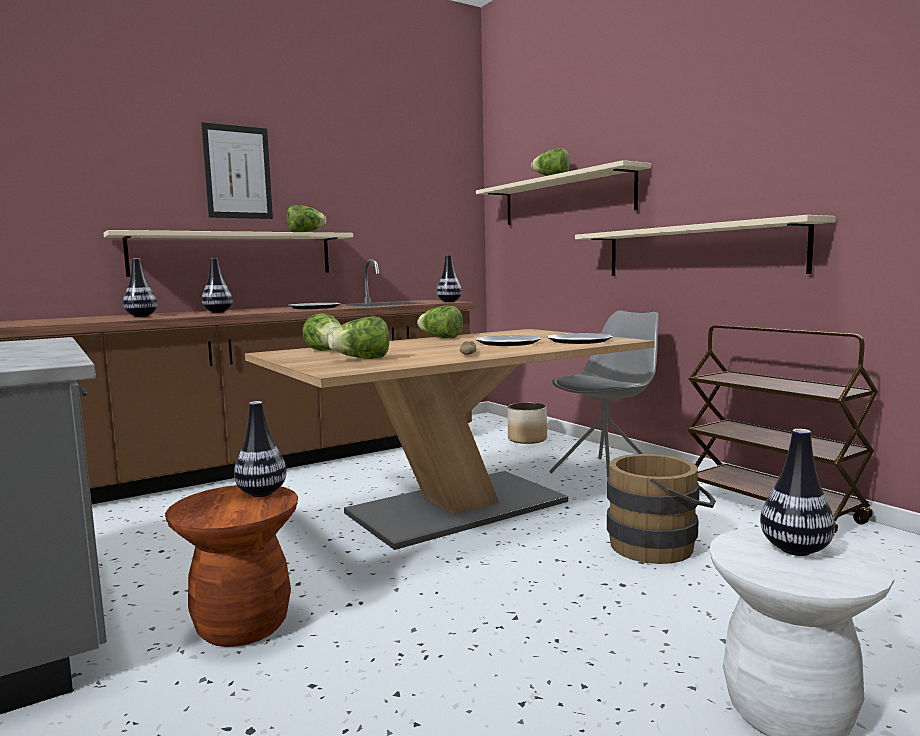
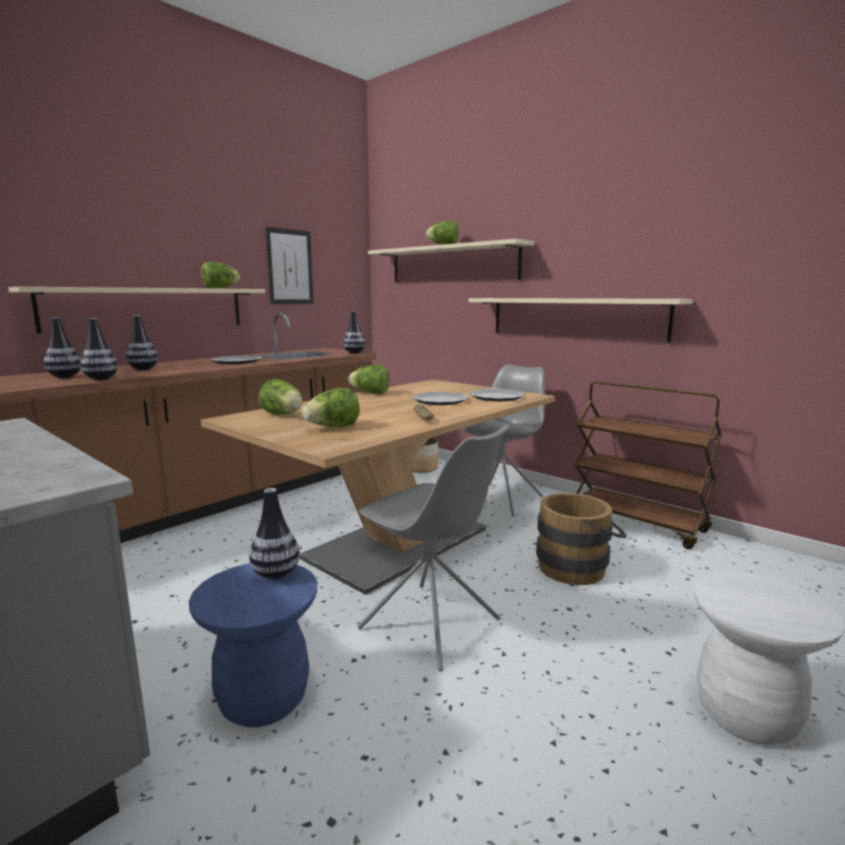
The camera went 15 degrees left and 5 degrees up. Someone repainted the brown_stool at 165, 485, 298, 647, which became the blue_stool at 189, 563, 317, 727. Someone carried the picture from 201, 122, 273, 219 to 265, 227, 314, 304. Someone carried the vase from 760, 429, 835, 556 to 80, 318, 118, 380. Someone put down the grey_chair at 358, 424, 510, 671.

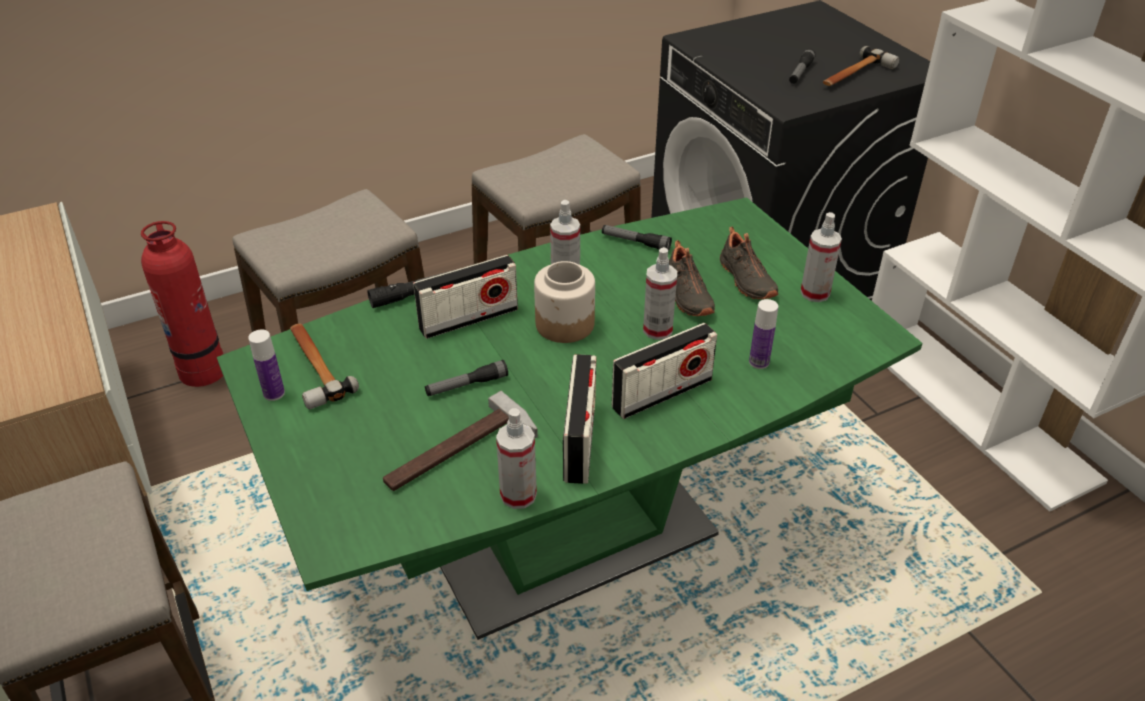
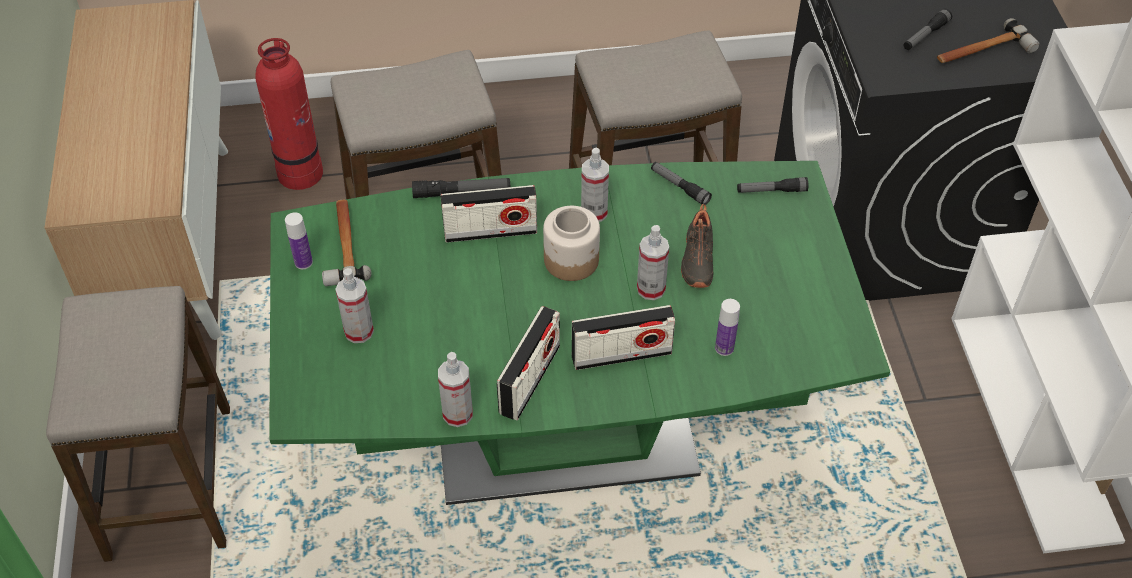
The camera went 20 degrees right and 10 degrees up. Someone took away the hammer at 383, 391, 538, 491. Someone carried the flashlight from 425, 360, 508, 396 to 737, 177, 808, 193. Someone took away the black_shoe at 720, 227, 778, 299. Someone carried the spray_bottle from 800, 212, 842, 302 to 335, 268, 374, 343.

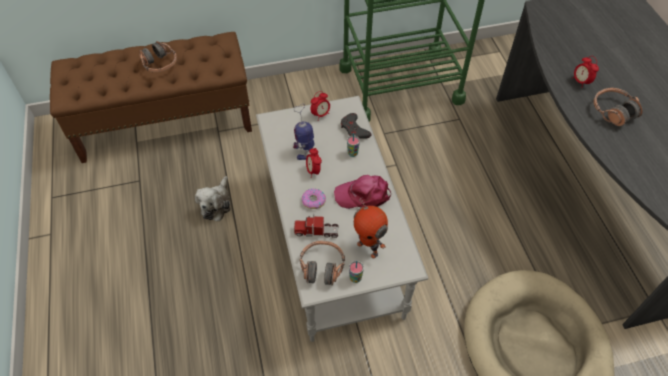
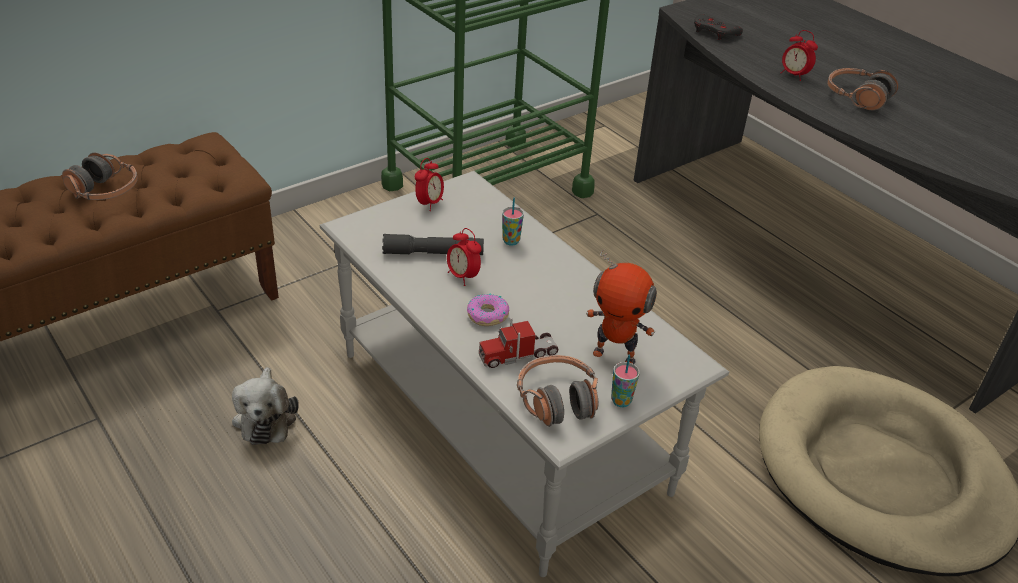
The camera went 25 degrees left and 15 degrees down. Someone swapped the toy_robot at 293, 104, 315, 160 for the grey_flashlight at 382, 234, 484, 255. Someone took away the pink_cap at 334, 175, 391, 209. Someone carried the grey_game_controller from 341, 113, 371, 139 to 694, 14, 743, 40.

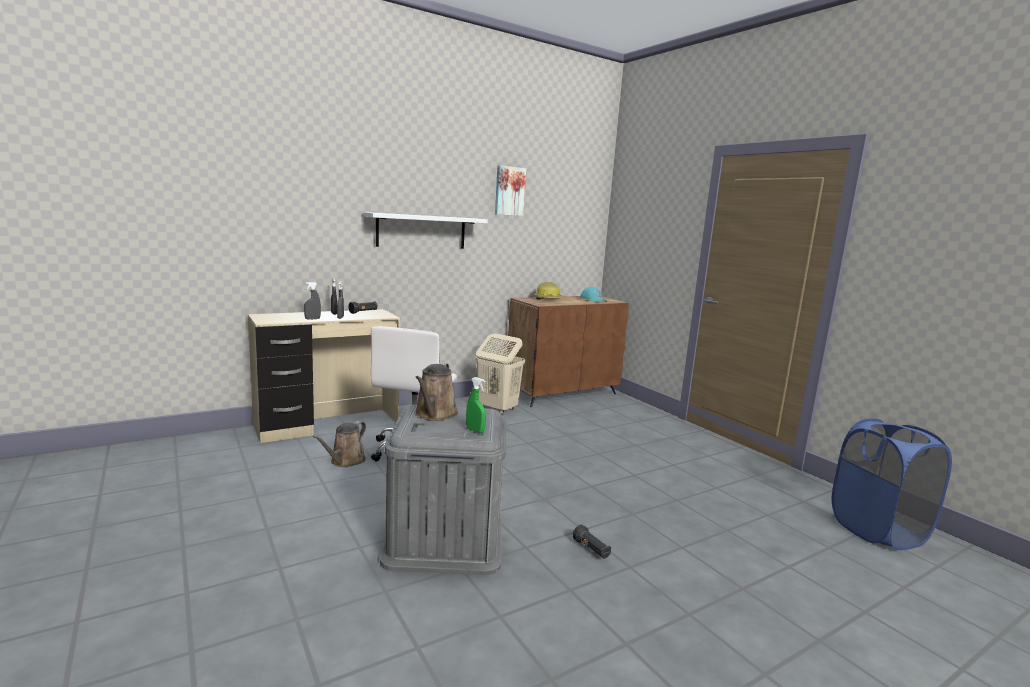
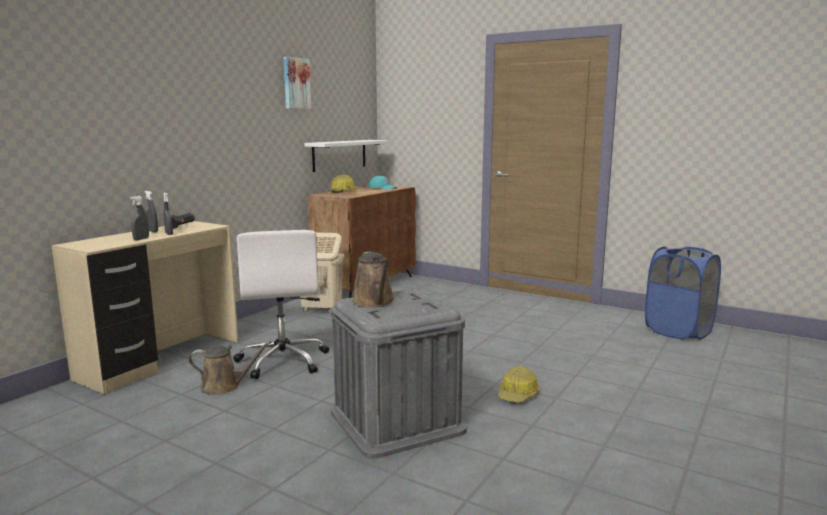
The camera went 25 degrees left and 0 degrees up. Someone rotated the brown_watering_can at 312, 421, 366, 467 by 90 degrees counterclockwise. Someone carried the white_shelf from 364, 212, 488, 249 to 304, 140, 389, 172. Someone took away the green_spray_bottle at 466, 377, 486, 433. Someone swapped the black_flashlight at 573, 524, 611, 559 for the hard_hat at 498, 366, 540, 402.

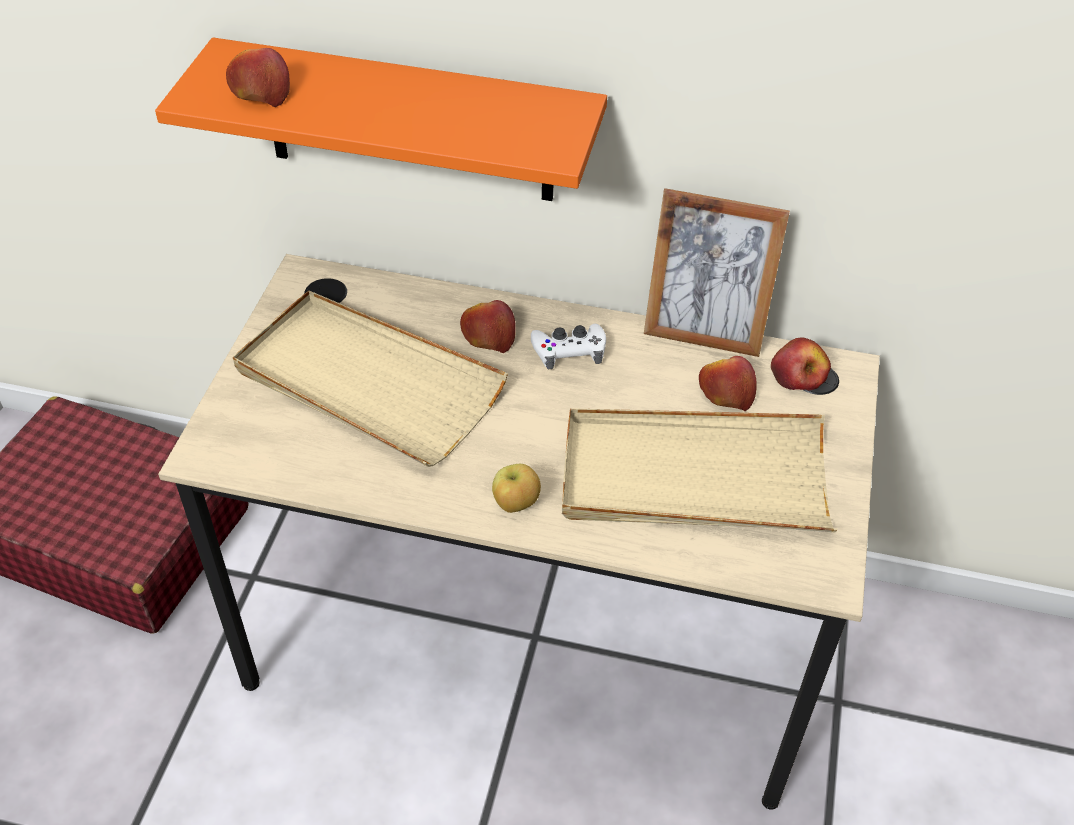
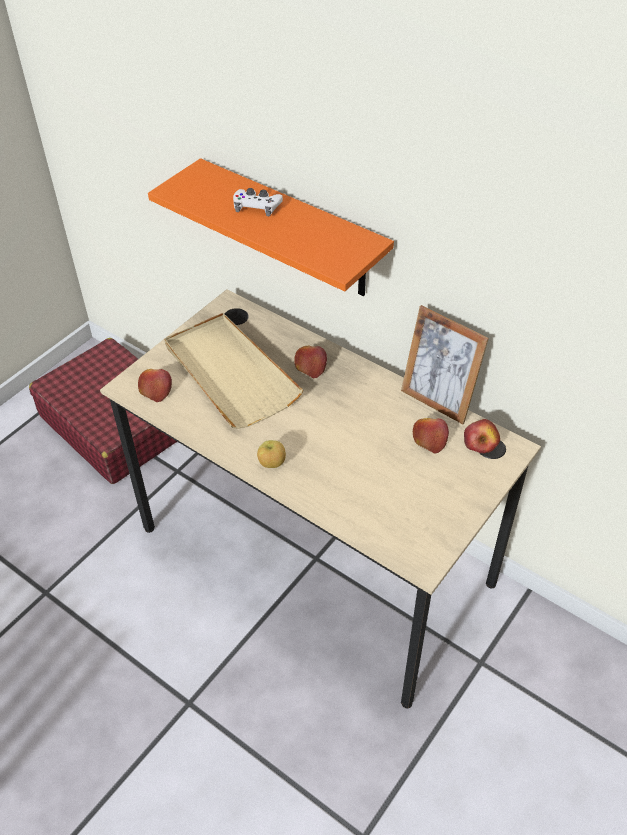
The camera went 25 degrees right and 0 degrees up. Someone carried the apple from 226, 48, 290, 107 to 138, 369, 172, 402. Someone carried the white_game_controller from 531, 324, 606, 369 to 233, 188, 283, 216. Someone took away the beige_tray at 562, 409, 837, 532.

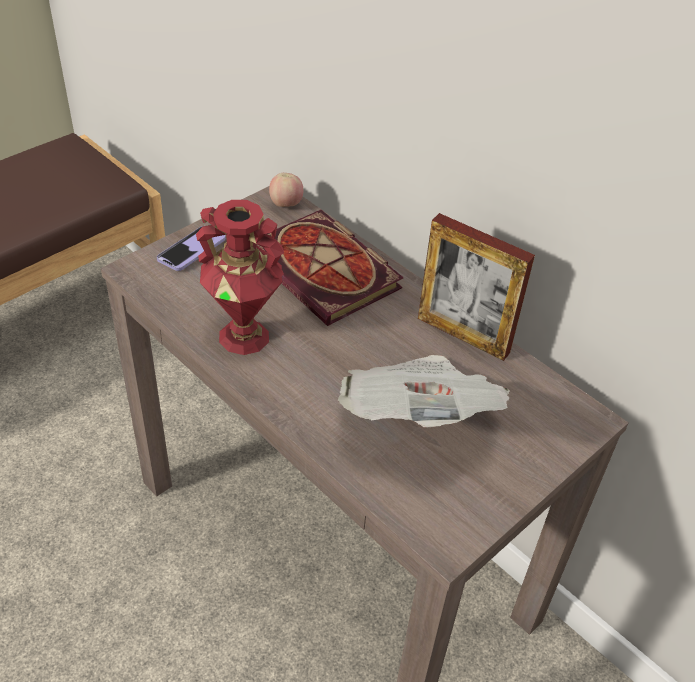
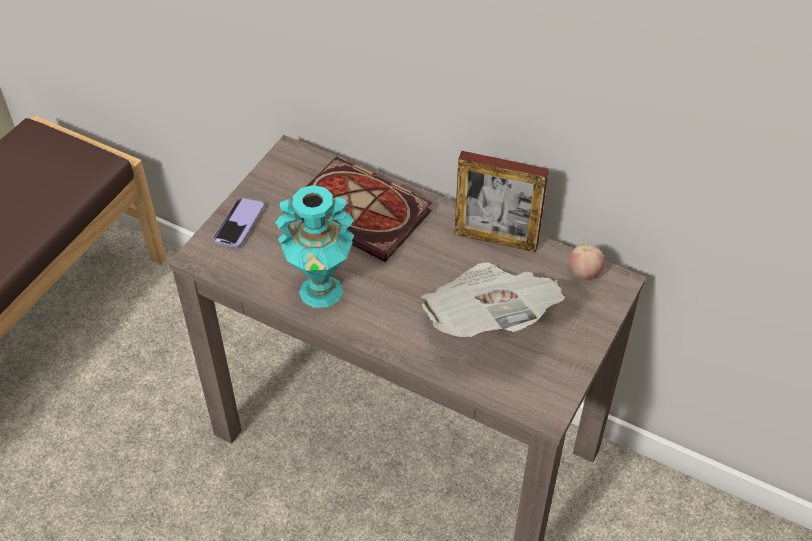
The camera went 15 degrees left and 5 degrees up. Someone repainted the red_vase at 196, 200, 284, 355, which became the turquoise_vase at 275, 185, 354, 308. Someone carried the apple from 269, 173, 303, 207 to 569, 244, 605, 279.

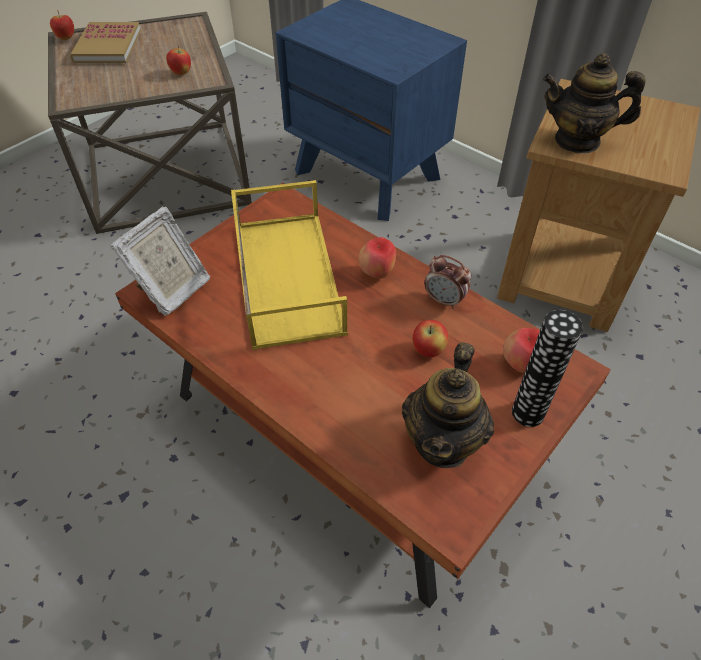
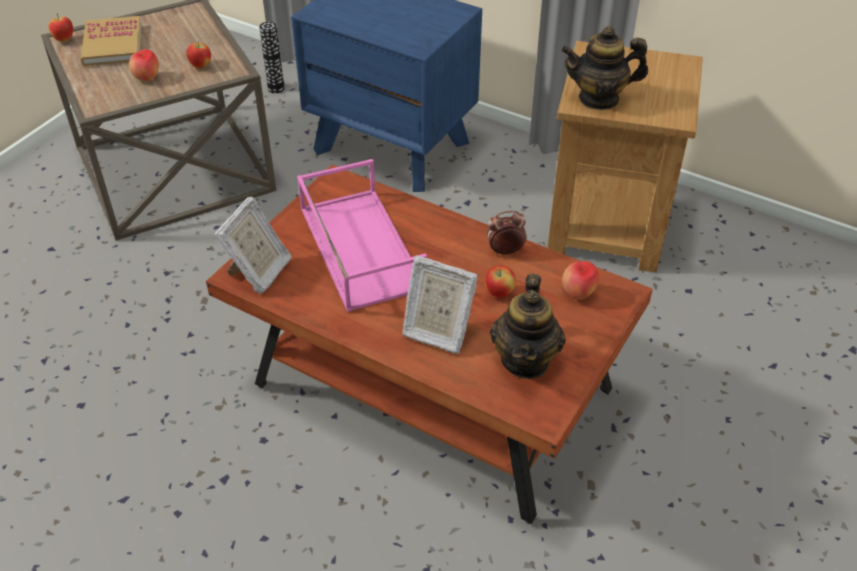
The camera went 10 degrees left and 5 degrees down. Someone repainted the yellow_tray at 231, 180, 348, 350, which became the pink_tray at 297, 159, 427, 312. Someone carried the apple from 359, 237, 396, 279 to 129, 49, 159, 82. Someone rotated the alarm_clock at 424, 255, 471, 309 by 150 degrees clockwise. Someone carried the vase from 512, 310, 583, 427 to 259, 22, 284, 94. Someone put down the picture_frame at 403, 255, 478, 354.

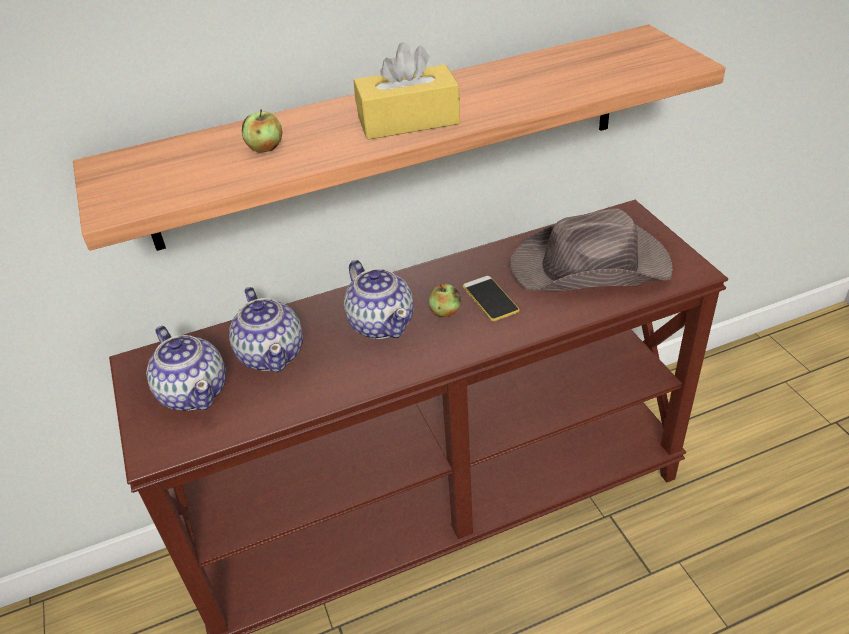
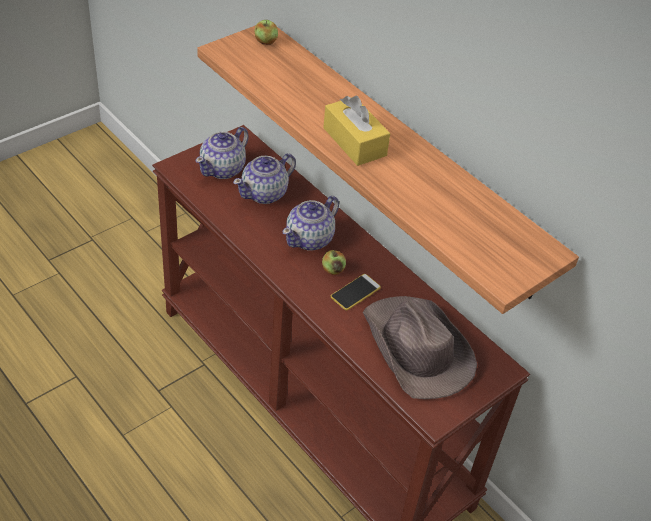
The camera went 65 degrees right and 5 degrees up. Someone carried the apple from 242, 109, 282, 153 to 254, 20, 278, 45.

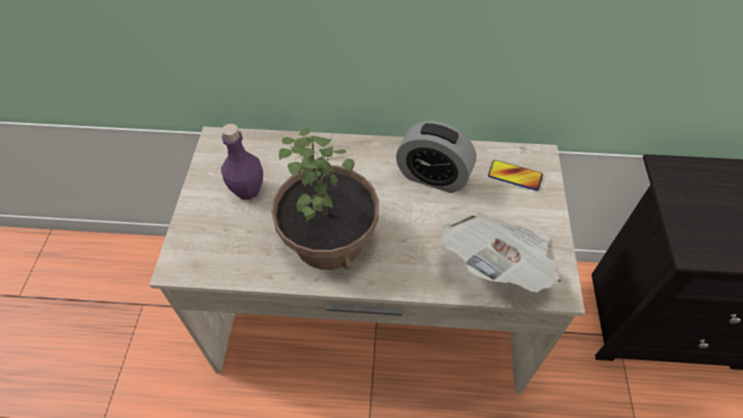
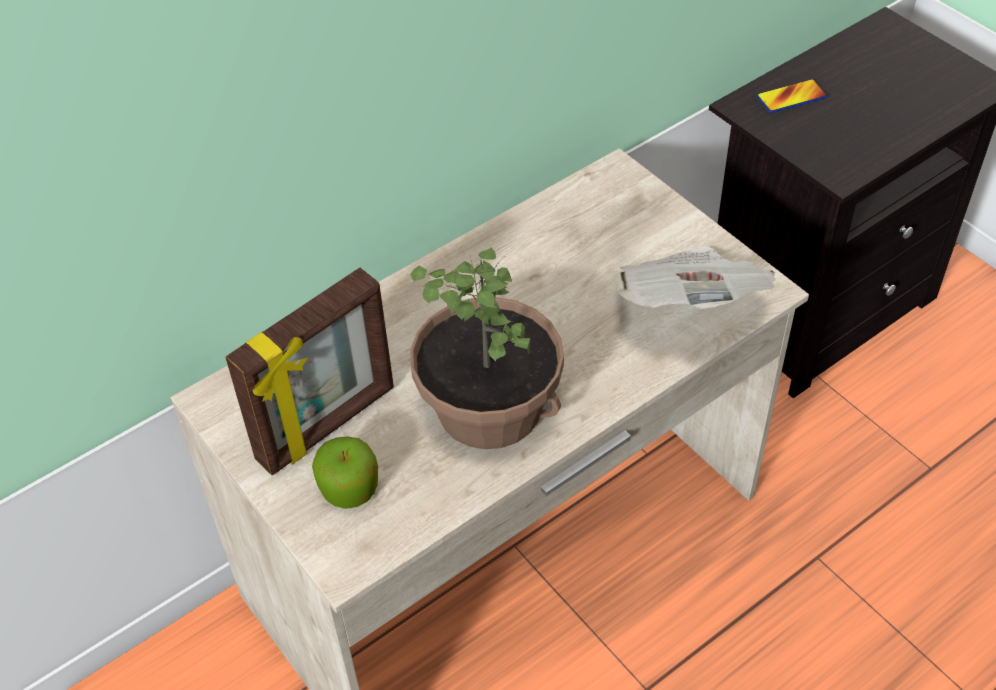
The camera went 40 degrees left and 5 degrees down. Someone swapped the purple_bottle at 221, 124, 263, 200 for the picture_frame at 225, 268, 394, 475. Someone took away the alarm_clock at 396, 121, 476, 193. Someone carried the phone from 488, 160, 543, 191 to 757, 79, 828, 113. Someone put down the apple at 312, 436, 378, 509.

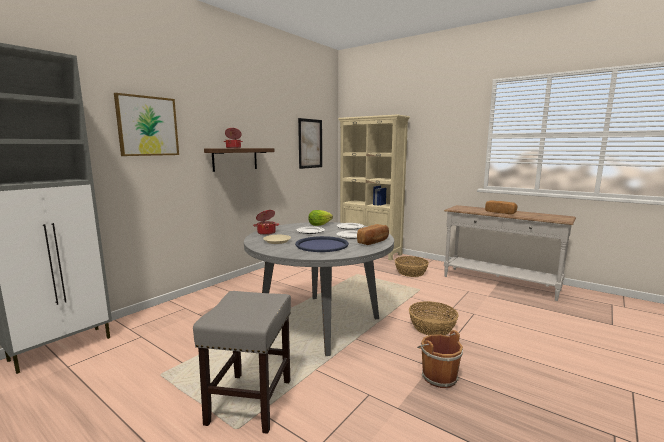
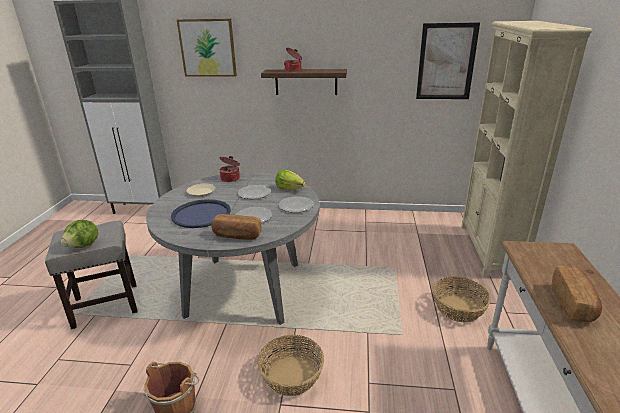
The camera went 60 degrees right and 15 degrees up. Someone put down the lettuce at 61, 220, 98, 248.

